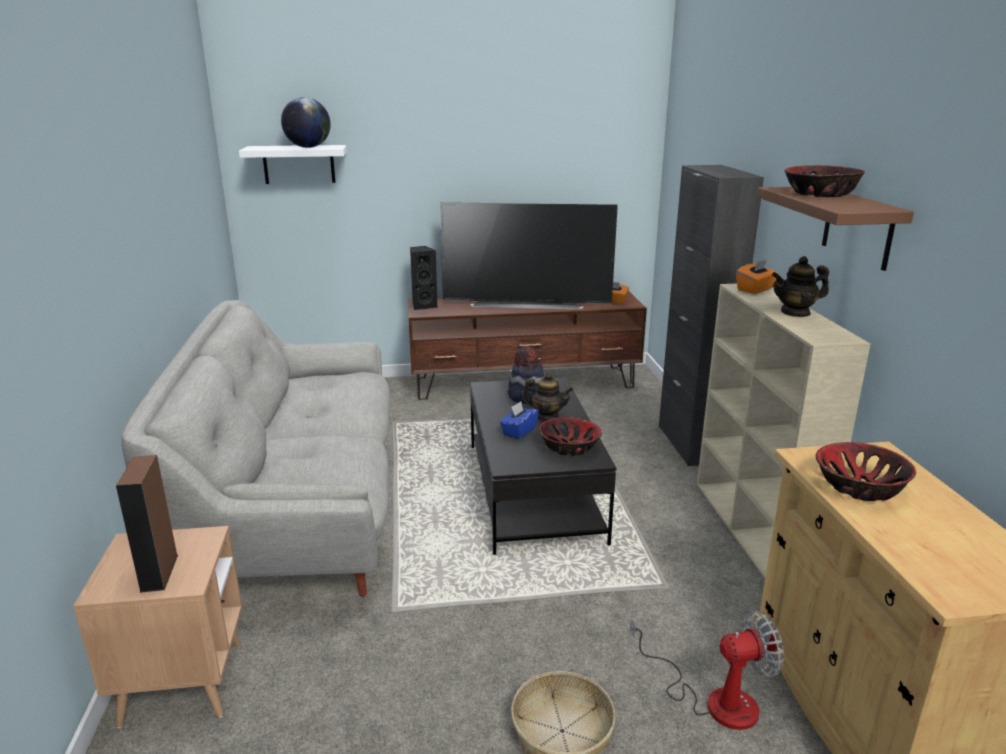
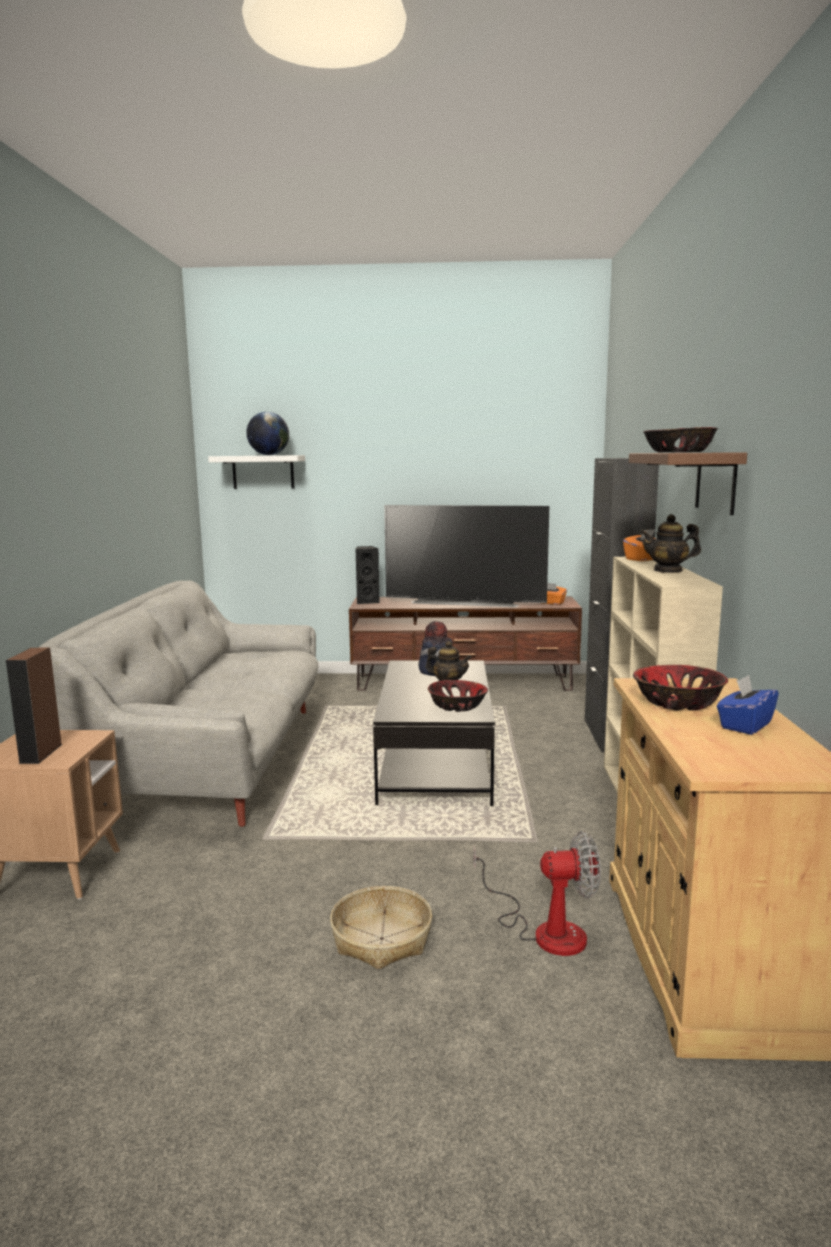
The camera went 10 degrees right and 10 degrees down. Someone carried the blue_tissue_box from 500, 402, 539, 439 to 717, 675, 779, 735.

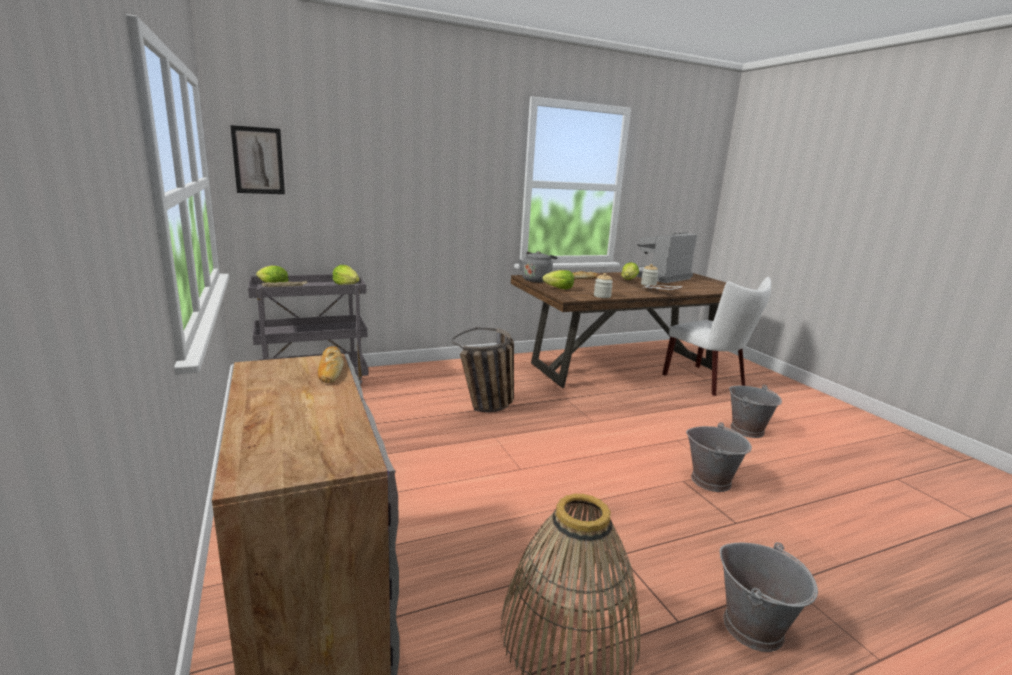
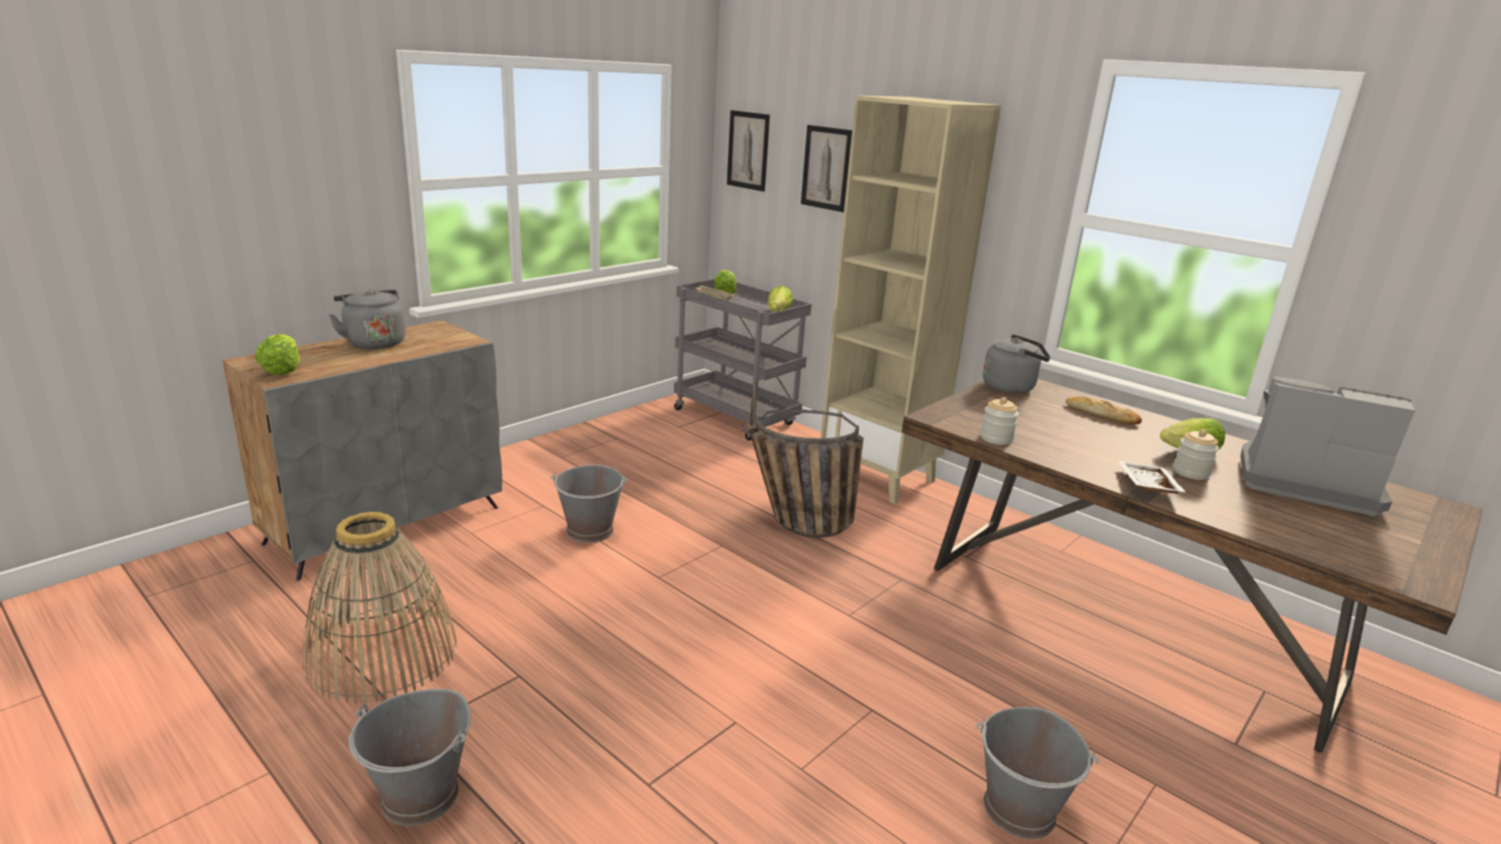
The camera went 65 degrees right and 5 degrees up. Someone took away the bread at 318, 346, 344, 383. Someone carried the lettuce from 542, 270, 574, 289 to 255, 334, 300, 375. Someone took away the white_chair at 662, 277, 771, 396. Someone carried the grey_bucket from 686, 422, 752, 492 to 550, 465, 628, 543. Someone put down the grey_kettle at 329, 289, 406, 349. Someone put up the picture at 801, 125, 852, 212. Someone put down the beige_bookcase at 821, 95, 1001, 504.

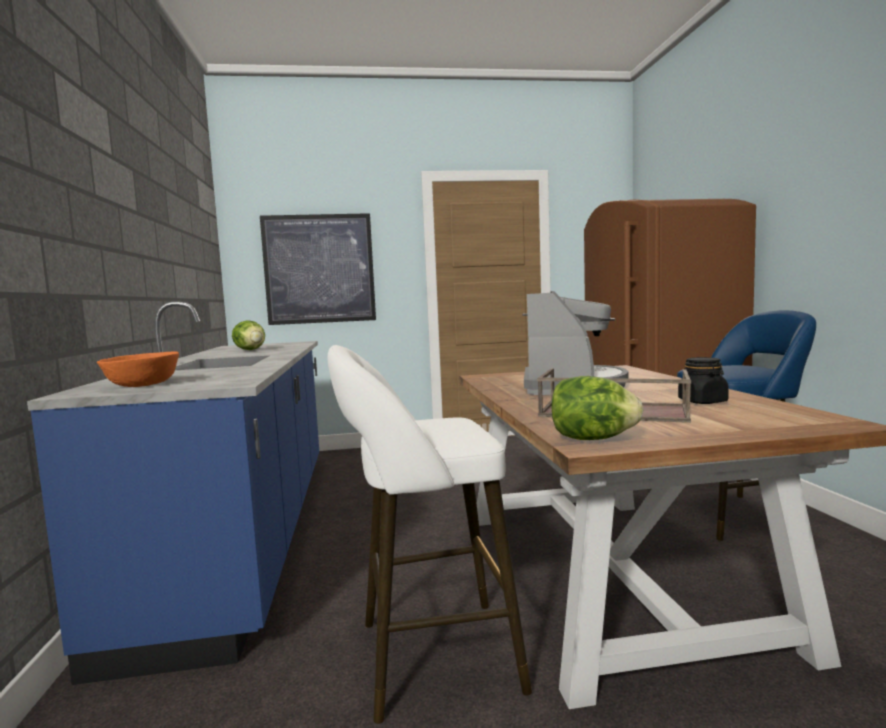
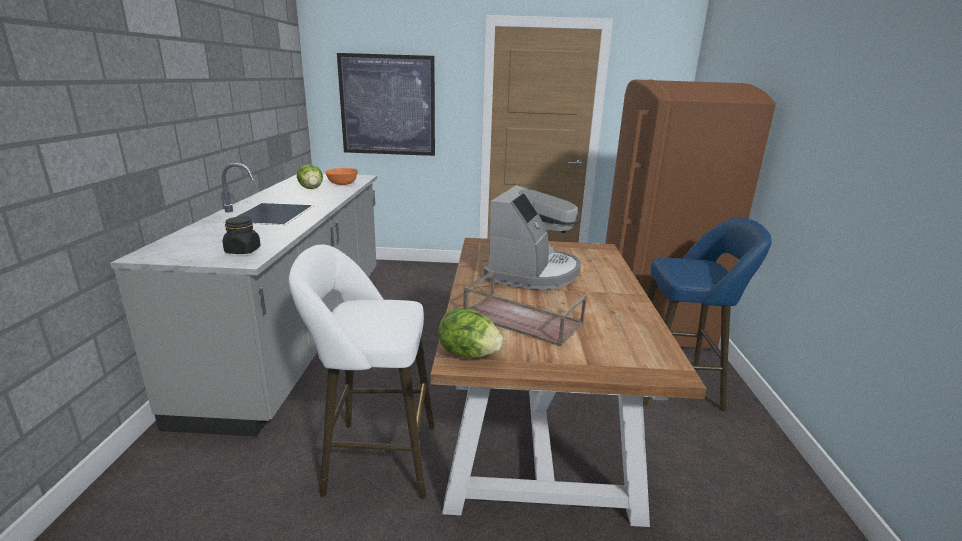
The camera went 10 degrees right and 15 degrees up. Someone repainted the blue_counter at 27, 302, 319, 685, which became the grey_counter at 110, 163, 377, 437. Someone carried the orange_bowl from 97, 351, 179, 387 to 325, 168, 358, 185. Someone carried the black_jar from 678, 357, 729, 404 to 223, 217, 261, 254.

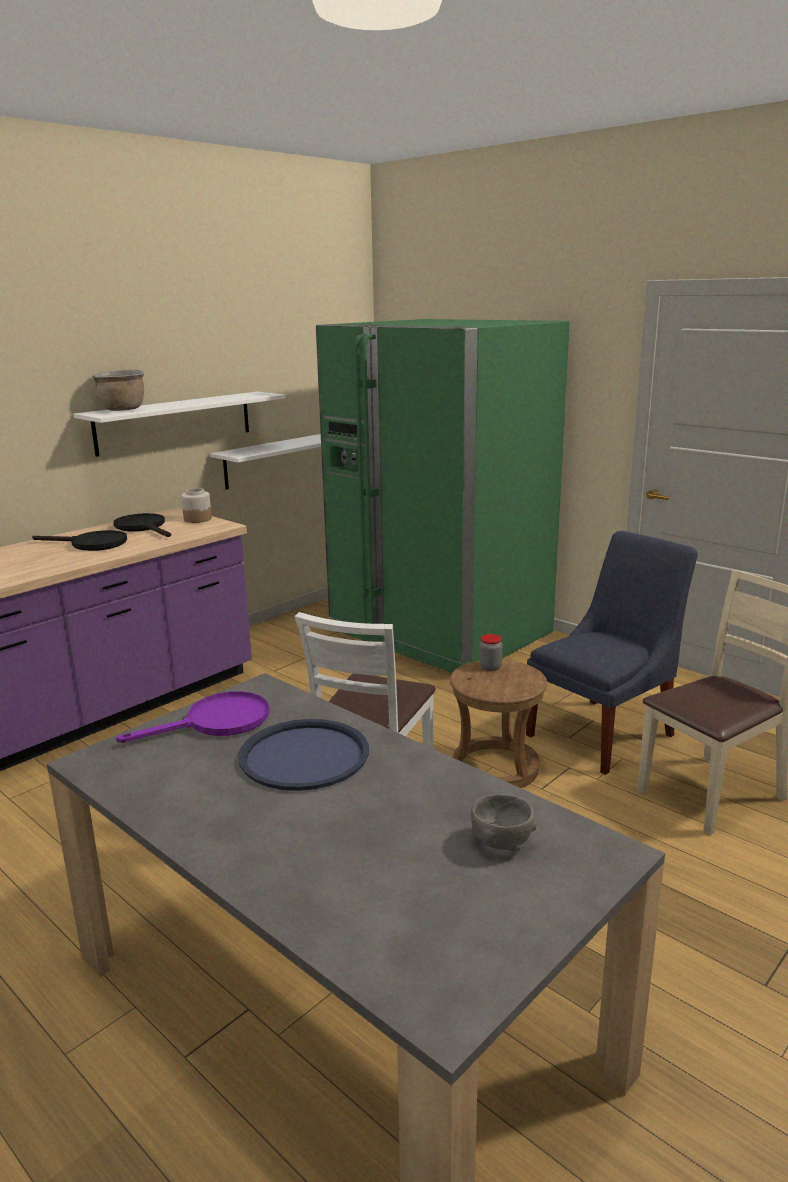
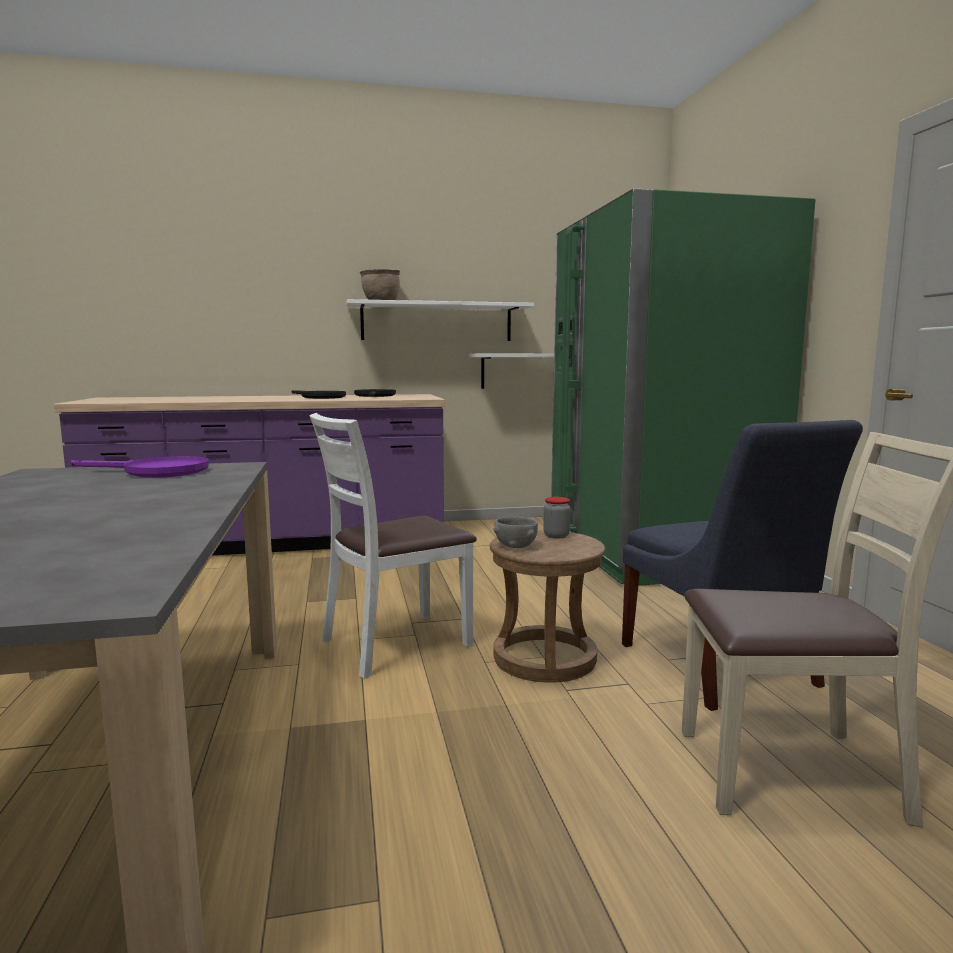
The camera went 35 degrees right and 10 degrees down. Someone took away the jar at 181, 488, 212, 523. Someone took away the blue_tray at 238, 719, 369, 791. Someone carried the grey_bowl from 471, 794, 537, 852 to 493, 517, 538, 548. Someone rotated the blue_chair at 526, 531, 698, 775 by 75 degrees clockwise.

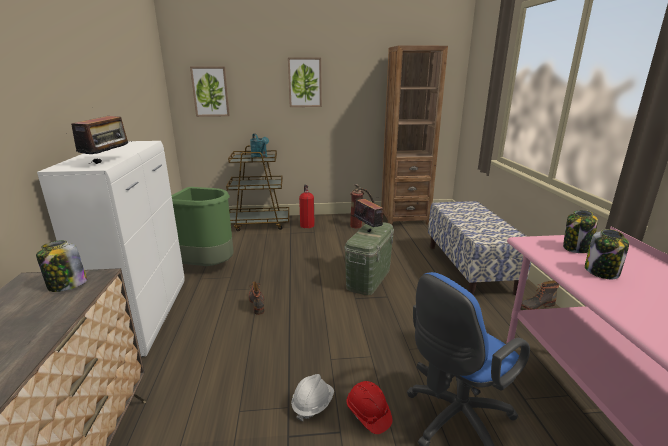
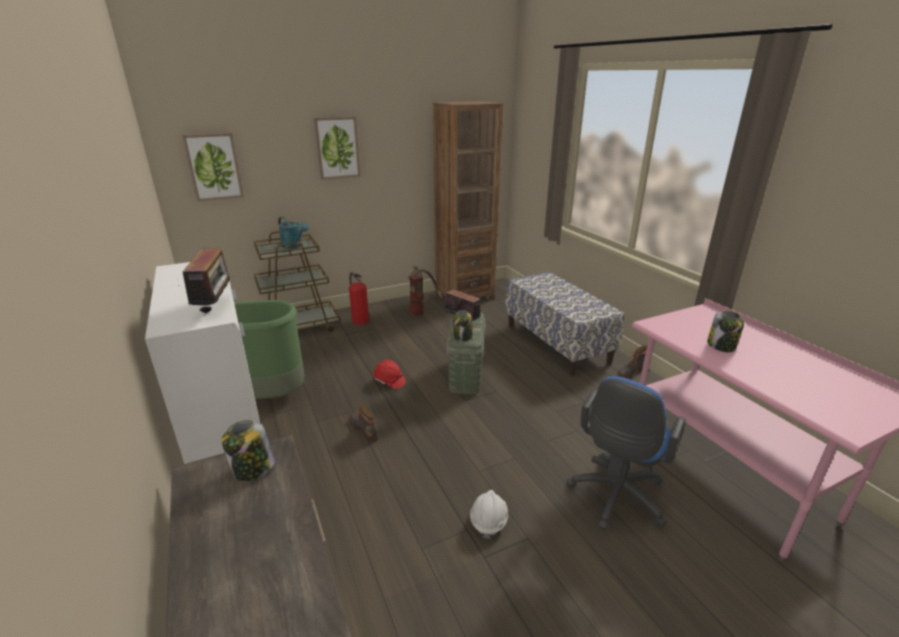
The camera went 20 degrees left and 5 degrees up. Someone carried the red_hard_hat from 347, 381, 393, 434 to 373, 360, 406, 389. Someone carried the jar from 563, 210, 598, 253 to 453, 310, 473, 342.

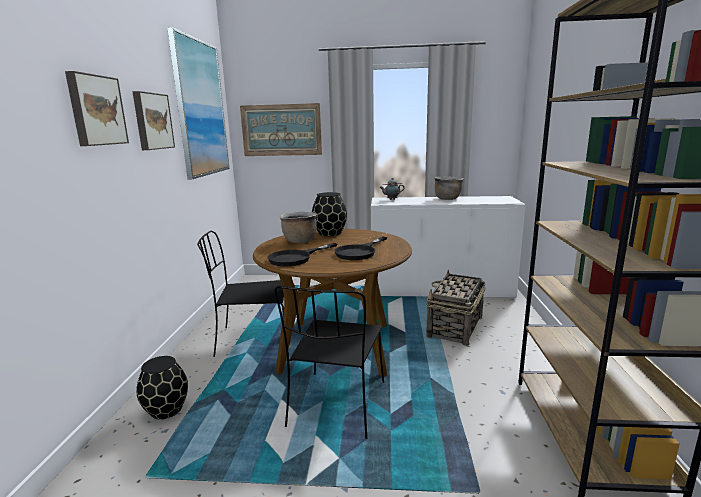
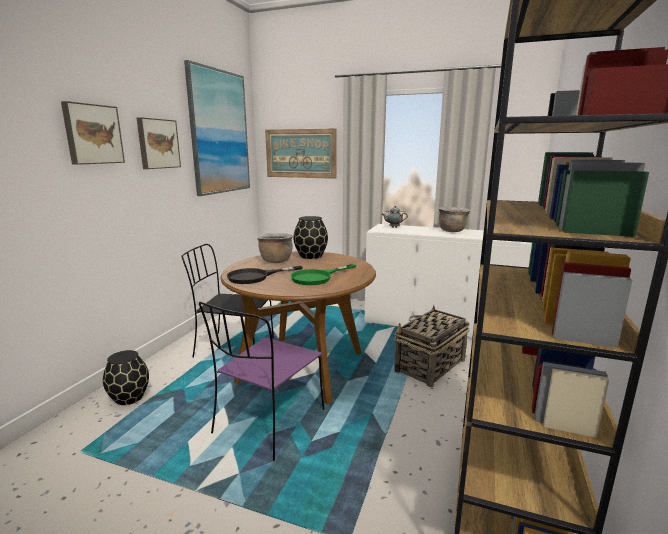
The camera went 15 degrees right and 0 degrees up. Someone repainted the black_chair at 274, 286, 384, 439, which became the purple_chair at 199, 302, 324, 461. Someone repainted the black_frying_pan at 334, 237, 387, 260, which became the green_frying_pan at 290, 264, 356, 285.

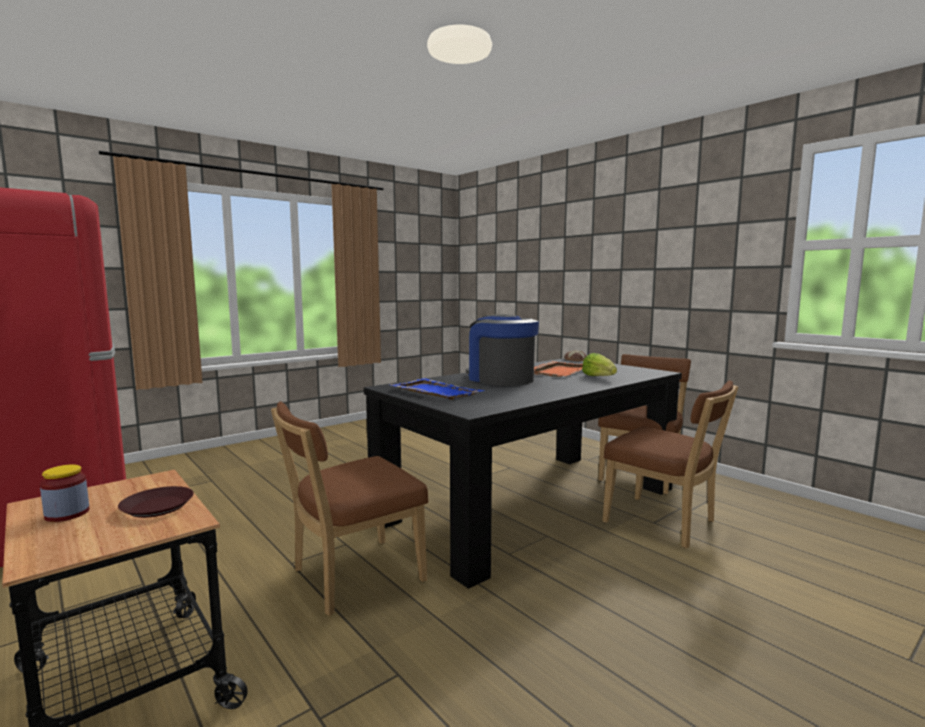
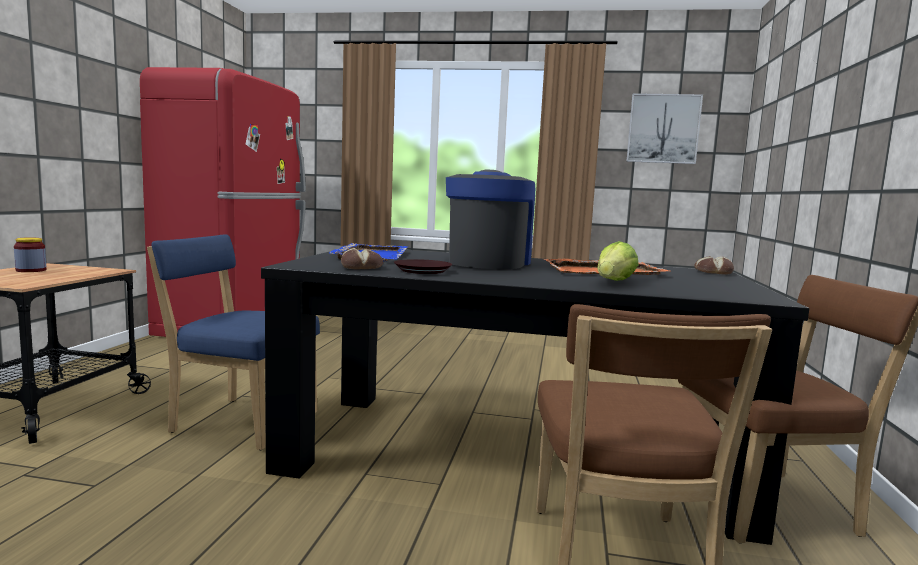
The camera went 50 degrees right and 0 degrees up. Someone carried the brown_plate from 118, 486, 194, 518 to 394, 259, 452, 274. Someone repainted the brown_chair at 271, 402, 428, 616, which became the blue_chair at 147, 234, 320, 450. Someone put down the bread at 341, 248, 383, 270. Someone put up the picture at 626, 93, 703, 164.

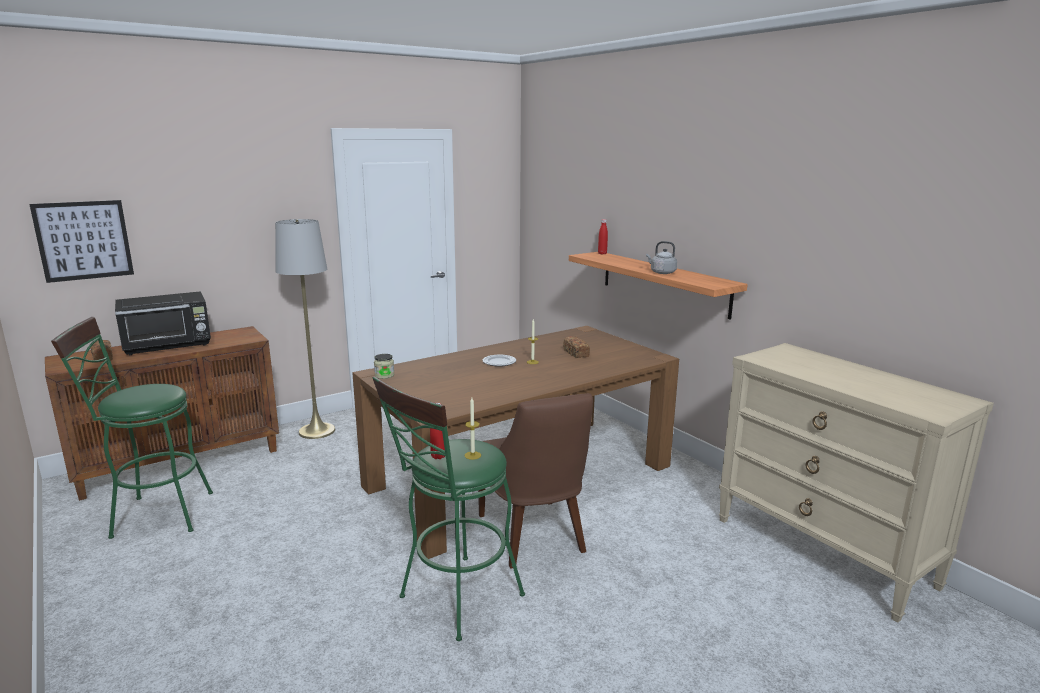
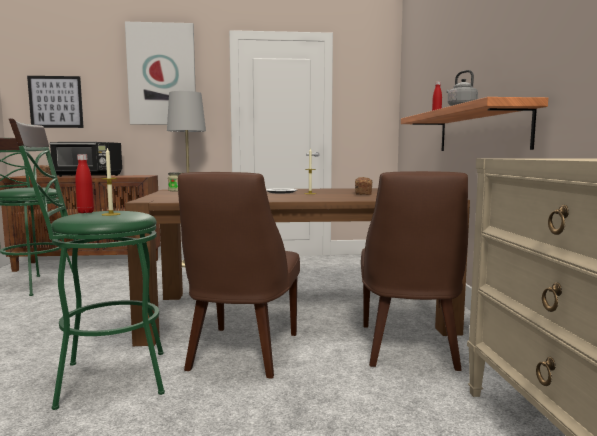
The camera went 30 degrees right and 10 degrees down. Someone put up the picture at 125, 22, 196, 125. Someone put down the brown_chair at 361, 171, 468, 371.

